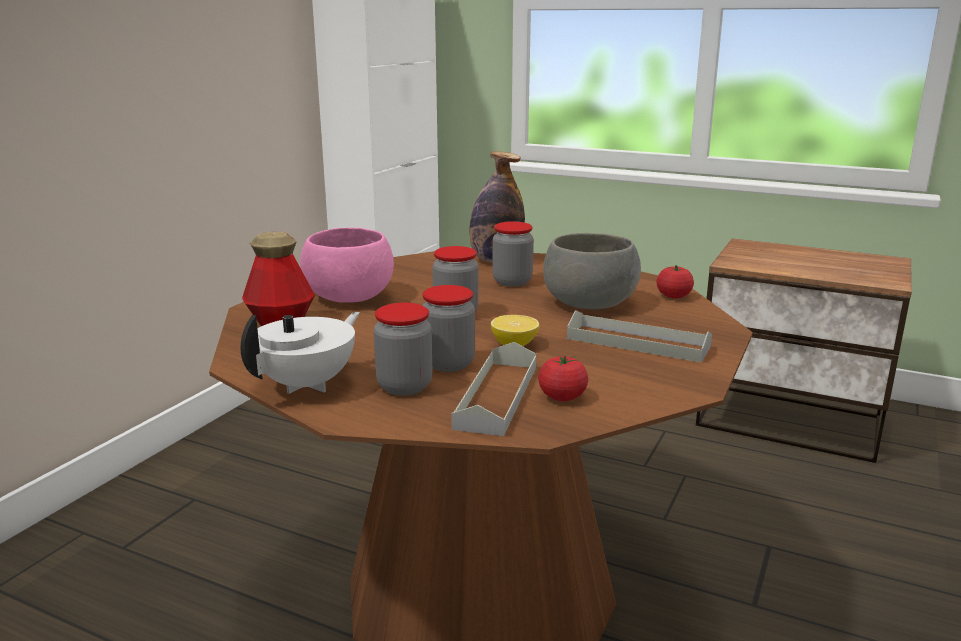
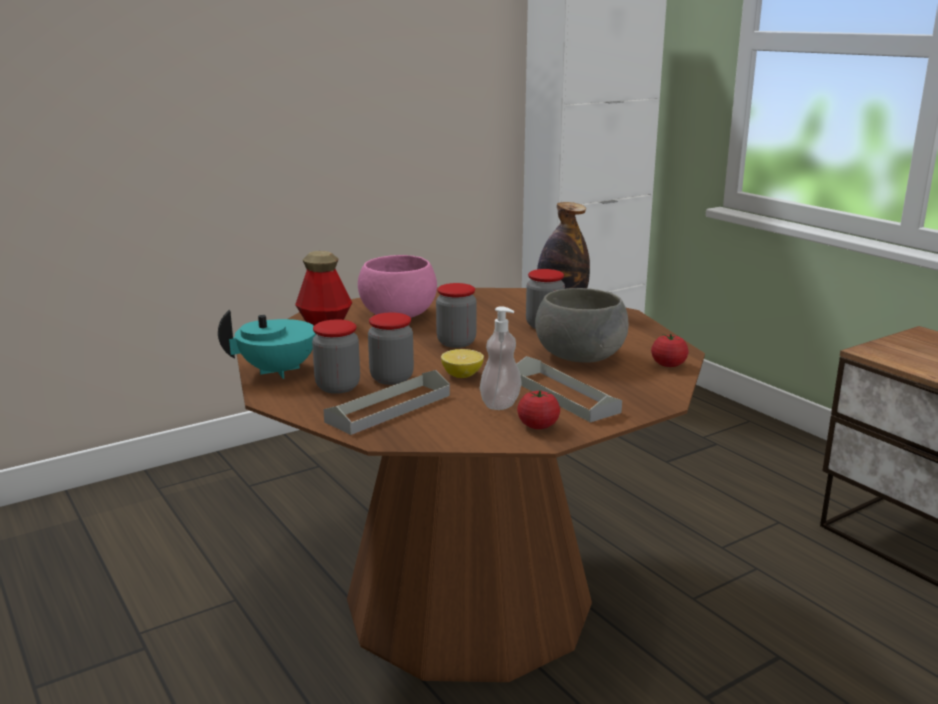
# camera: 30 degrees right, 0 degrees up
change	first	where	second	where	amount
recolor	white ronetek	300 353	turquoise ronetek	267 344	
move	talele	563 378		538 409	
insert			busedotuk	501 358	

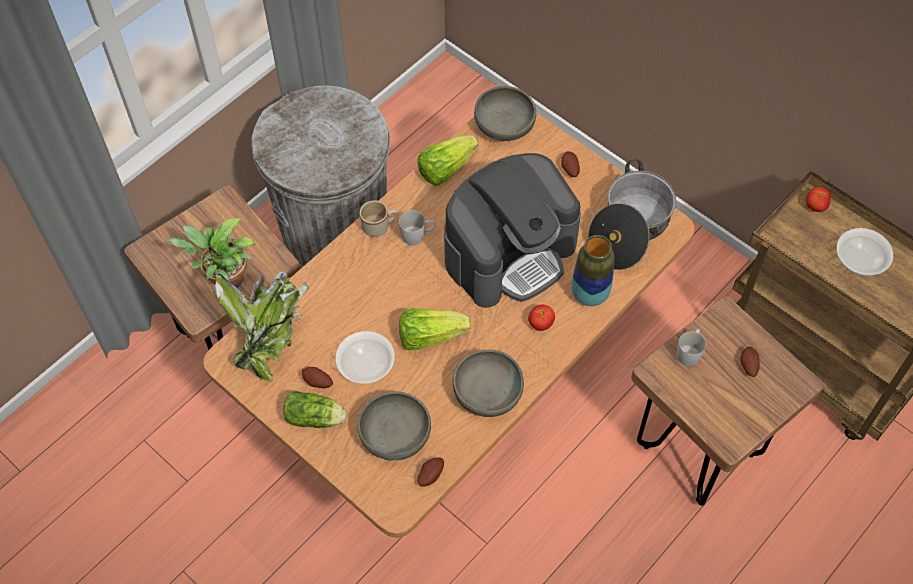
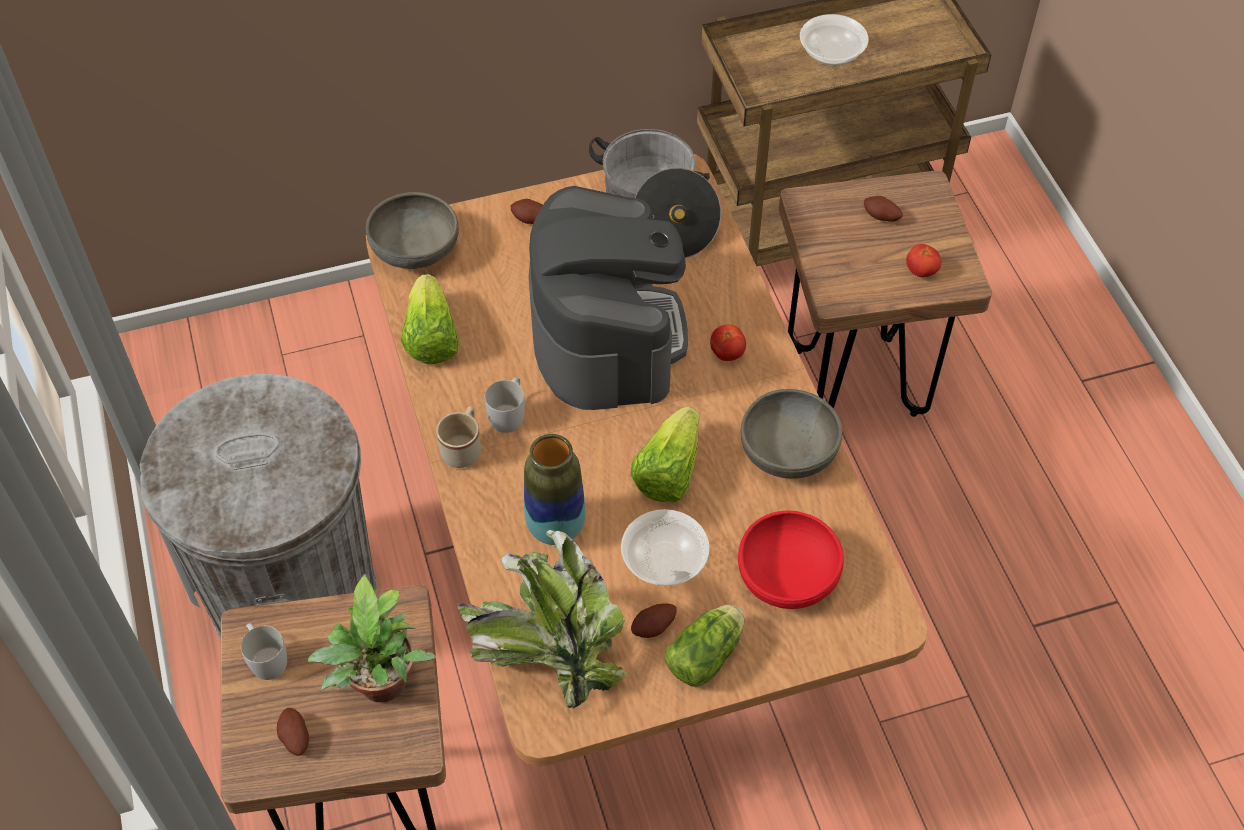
# camera: 60 degrees left, 5 degrees down
change	first	where	second	where	amount
recolor	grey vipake	394 426	red vipake	791 560	
move	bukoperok	431 472		293 732	
move	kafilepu	593 270		554 489	
move	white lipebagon	691 347		264 651	
move	talele	818 199		924 260	

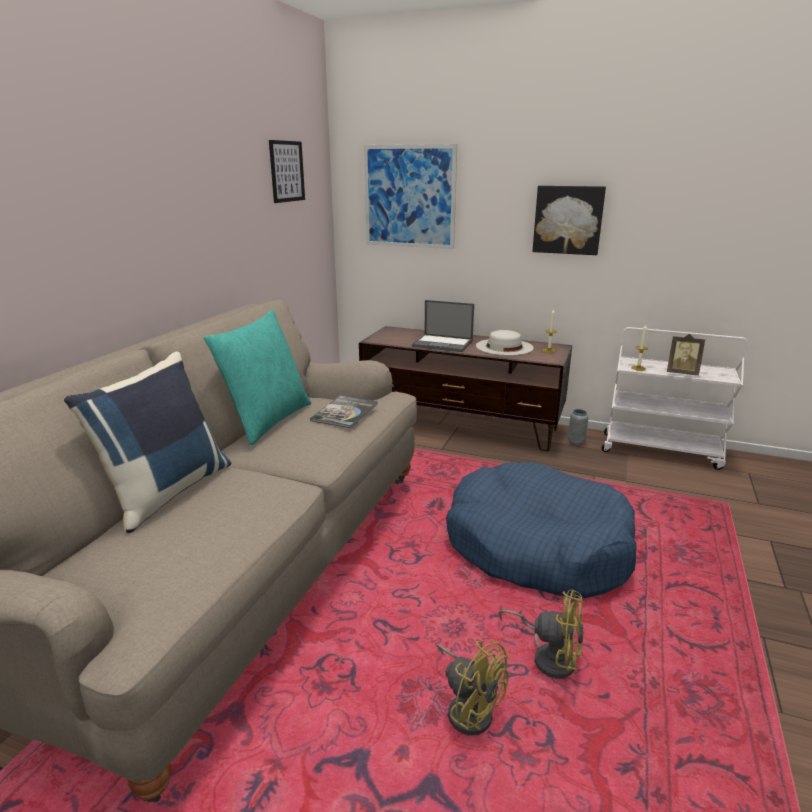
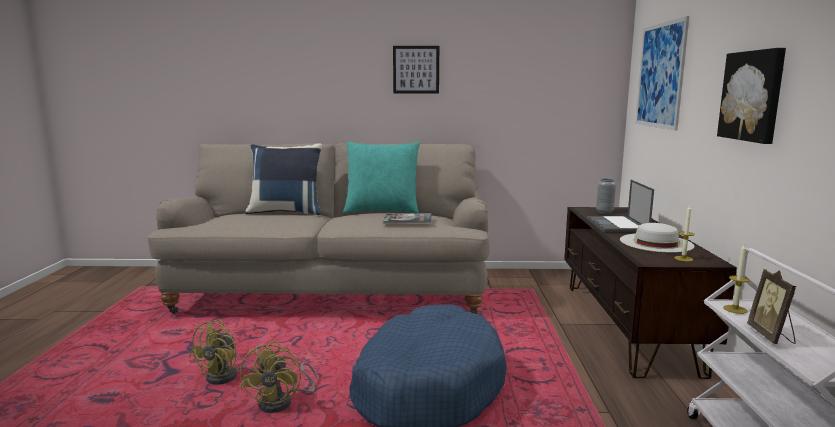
# camera: 70 degrees right, 10 degrees down
change	first	where	second	where	amount
move	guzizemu	287 171		416 69	
move	grey kafilepu	578 427		606 196	

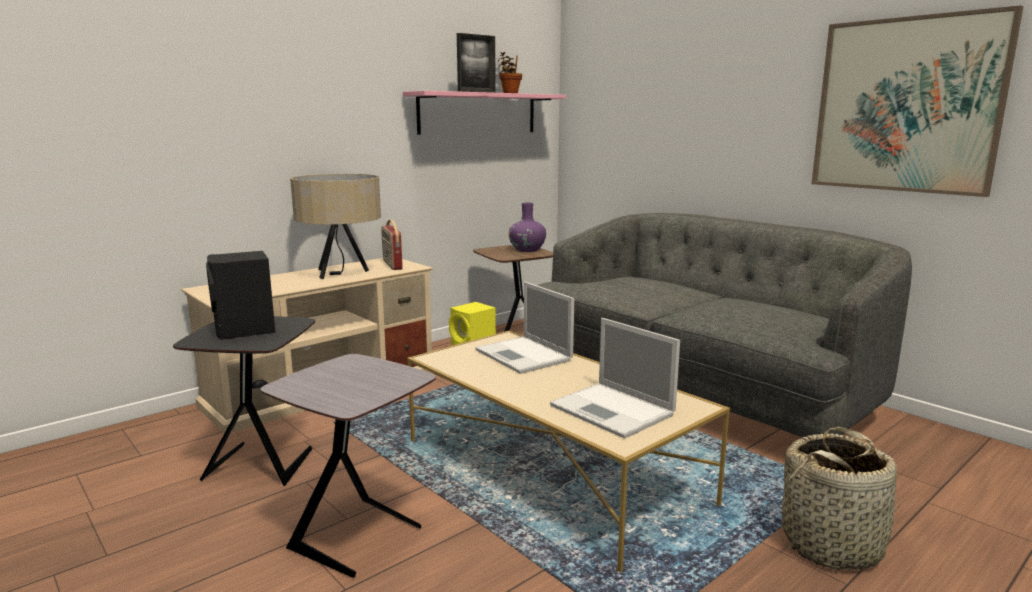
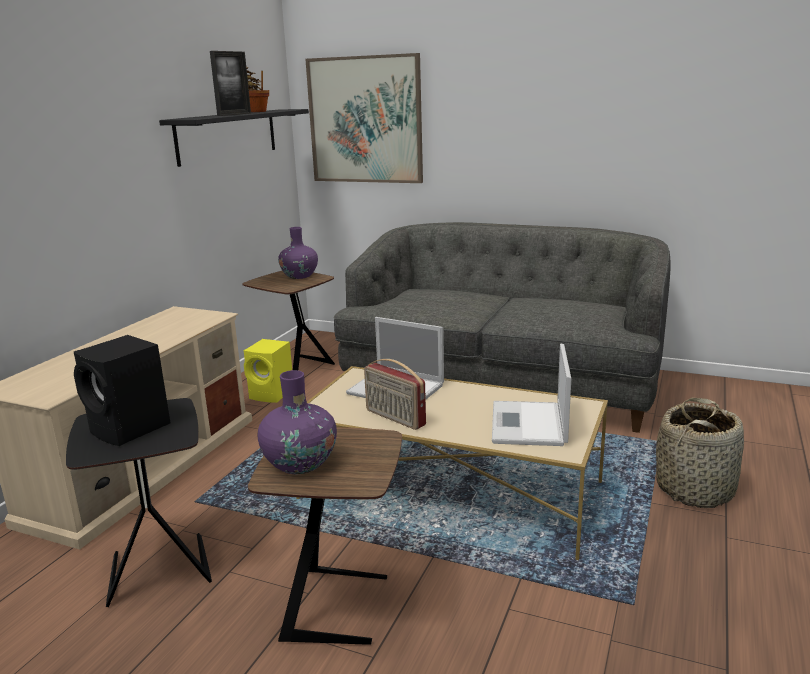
# camera: 25 degrees left, 5 degrees up
change	first	where	second	where	amount
recolor	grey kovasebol	348 466	brown kovasebol	325 536	
delete	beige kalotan	335 226			
move	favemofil	392 245		395 394	
recolor	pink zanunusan	484 113	black zanunusan	234 138	
rotate	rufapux	615 378		531 394	75 degrees clockwise
move	guzizemu	917 101		364 118	
insert			purple kafilepu	297 422	

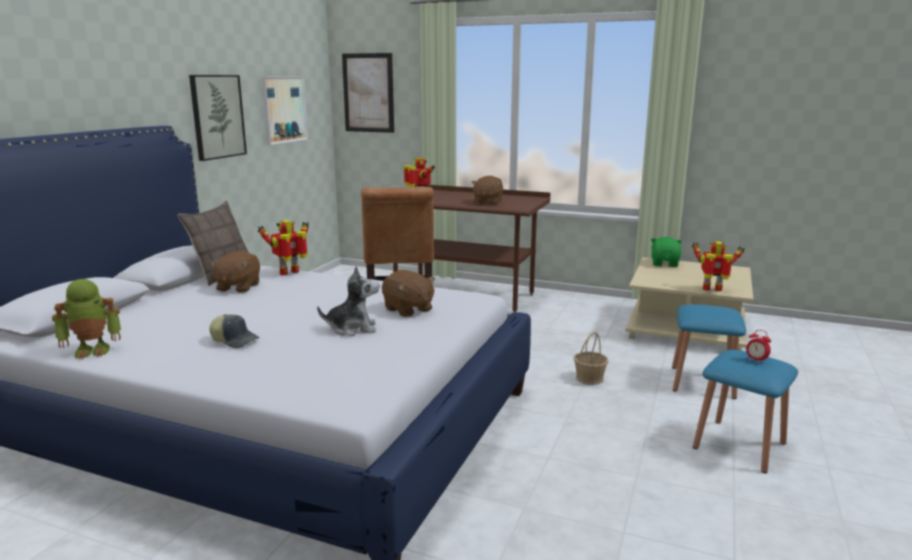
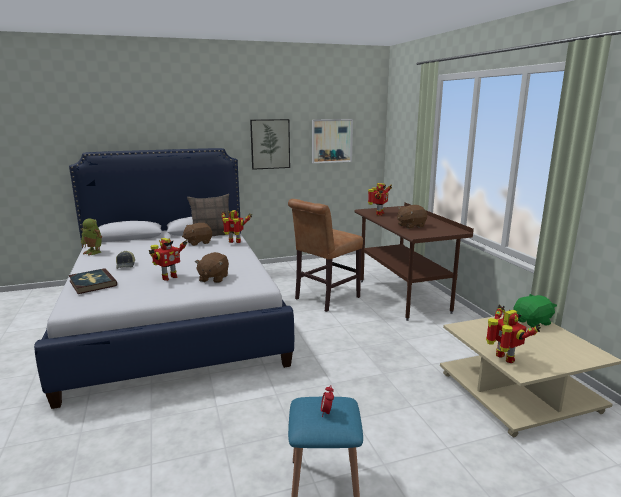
# camera: 50 degrees right, 0 degrees up
change	first	where	second	where	amount
replace	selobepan	348 301	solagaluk	168 259	
delete	guzizemu	368 93			
delete	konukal	591 358			
delete	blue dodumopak	709 351			
insert			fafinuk	93 281	

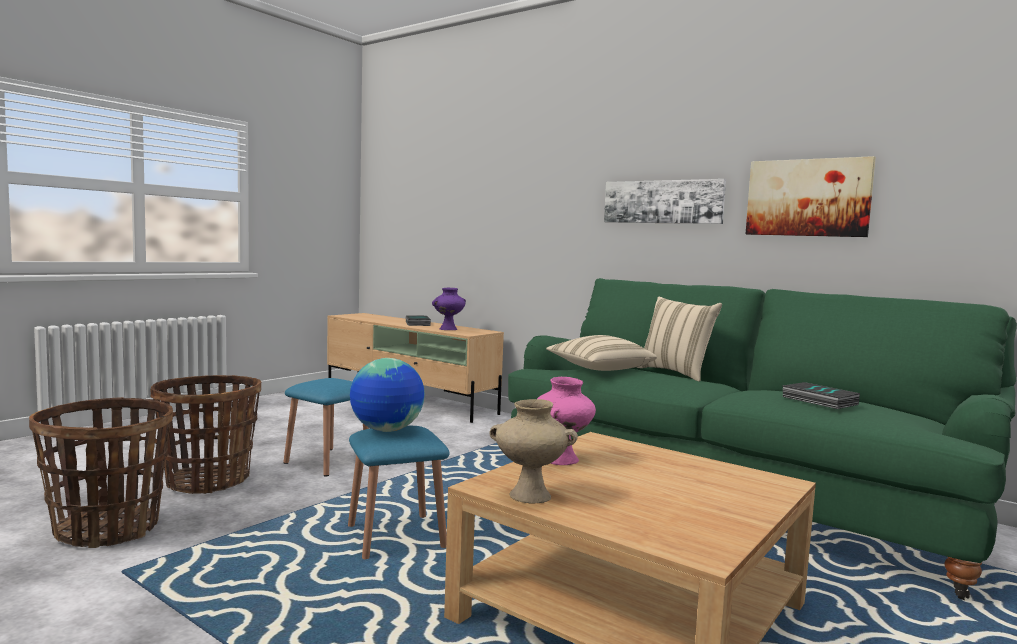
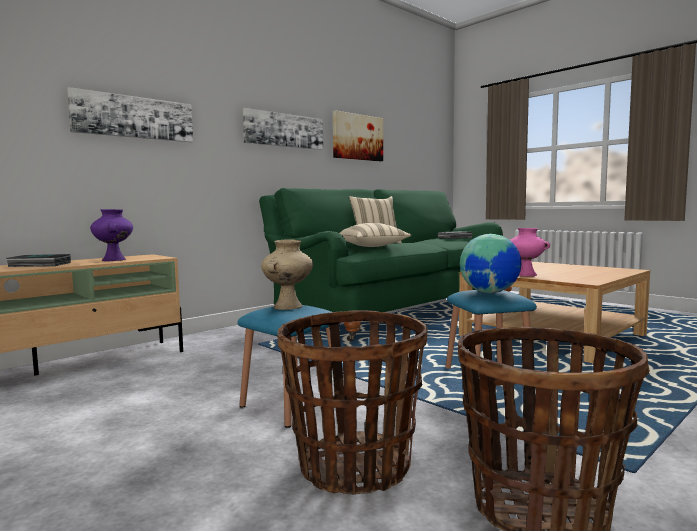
# camera: 80 degrees left, 0 degrees up
change	first	where	second	where	amount
move	beige kafilepu	533 451		287 275	
insert			guzizemu	130 114	

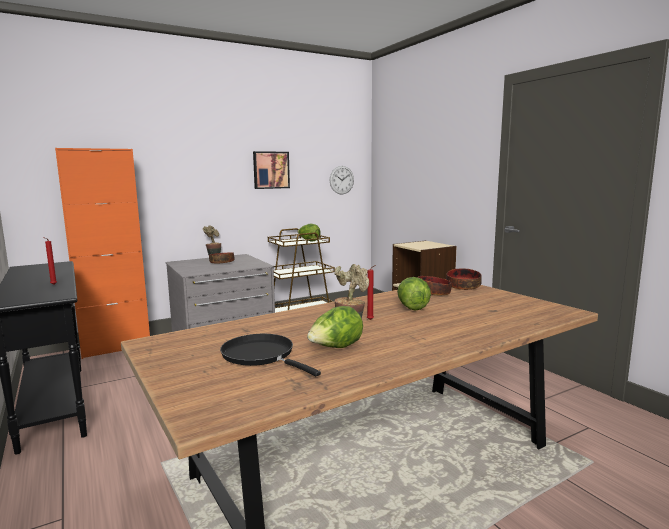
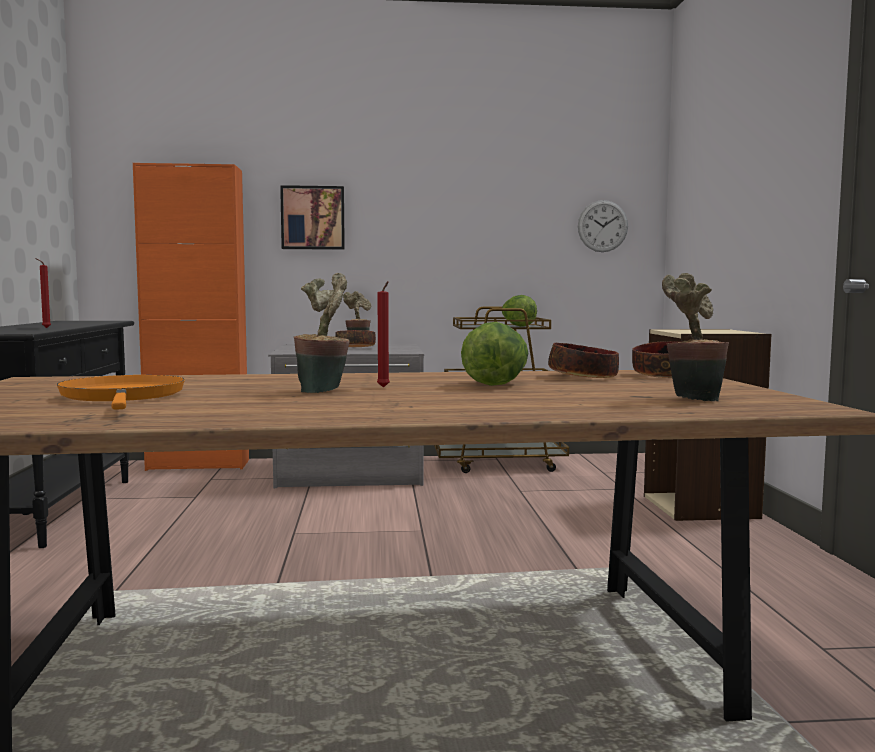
# camera: 25 degrees right, 5 degrees down
change	first	where	second	where	amount
recolor	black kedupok	270 355	orange kedupok	121 392	
move	guzizemu	271 170		312 217	
delete	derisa	335 327			
insert			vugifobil	695 337	

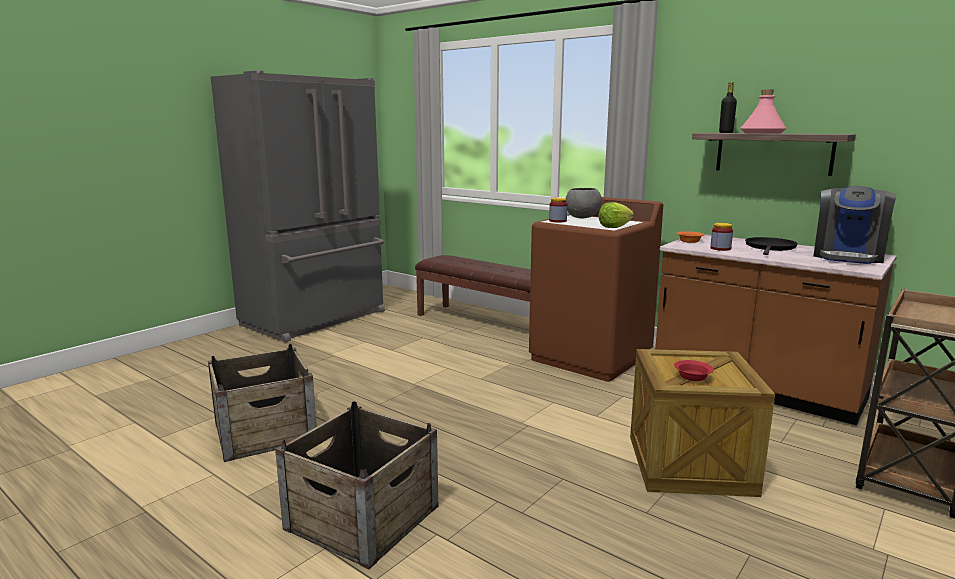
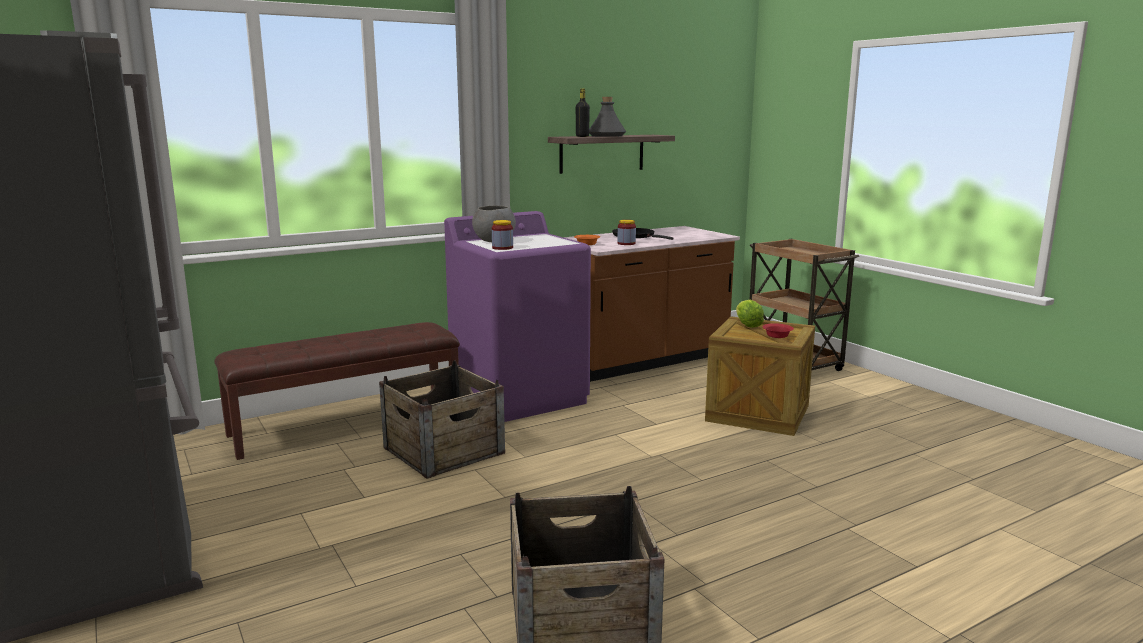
# camera: 70 degrees left, 0 degrees up
change	first	where	second	where	amount
move	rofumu	356 485		442 419	
recolor	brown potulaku	596 289	purple potulaku	517 316	
move	derisa	616 215		750 314	
recolor	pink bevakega	763 112	grey bevakega	607 117	
delete	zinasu	855 225			

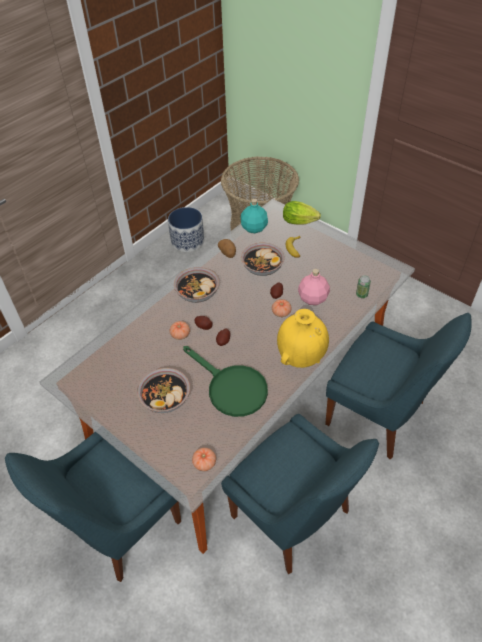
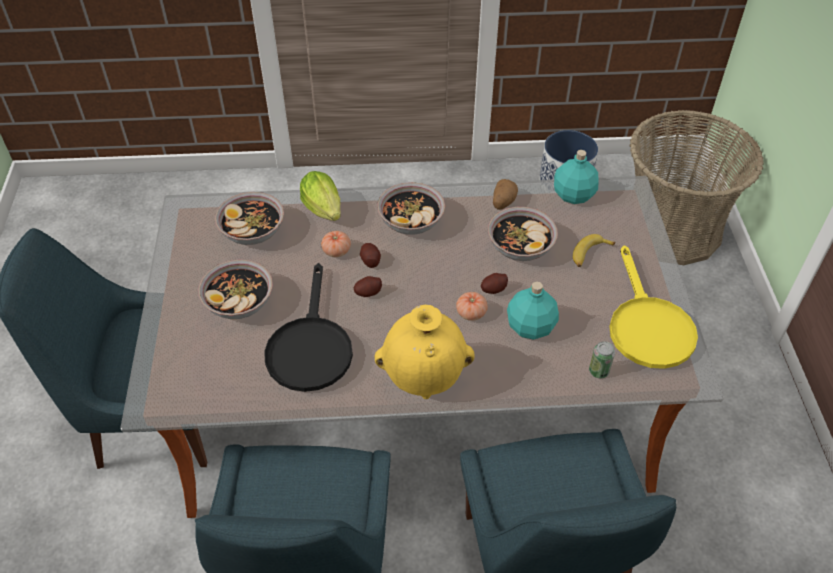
# camera: 45 degrees right, 0 degrees up
change	first	where	second	where	amount
recolor	green kedupok	225 381	black kedupok	308 327	
delete	talele	204 459			
move	derisa	302 213		320 196	
recolor	pink bevakega	314 287	turquoise bevakega	533 311	
insert			vipake	249 218	
insert			yellow kedupok	653 307	

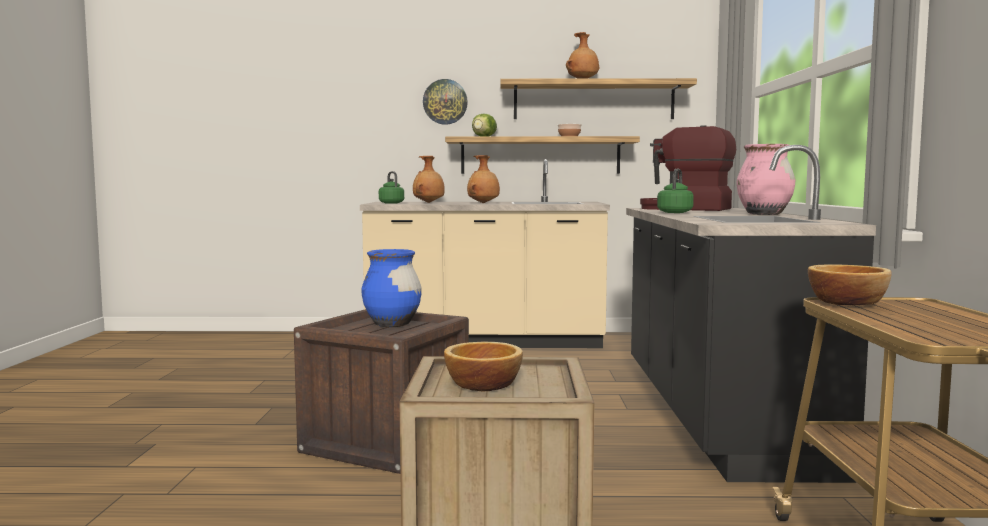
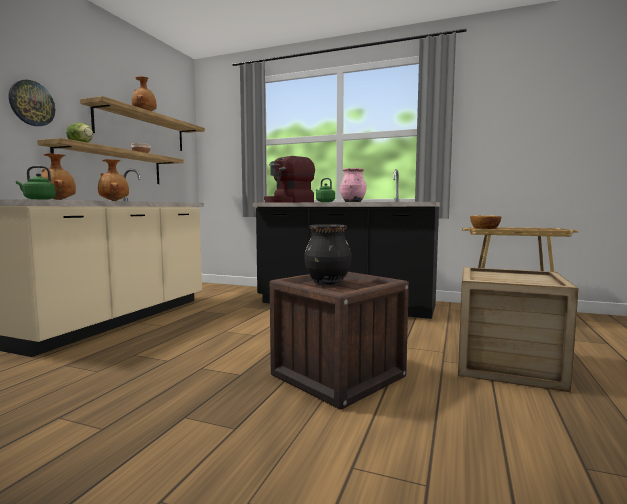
# camera: 70 degrees left, 0 degrees up
change	first	where	second	where	amount
recolor	blue kafilepu	392 288	black kafilepu	328 255	
delete	vipake	483 366			

